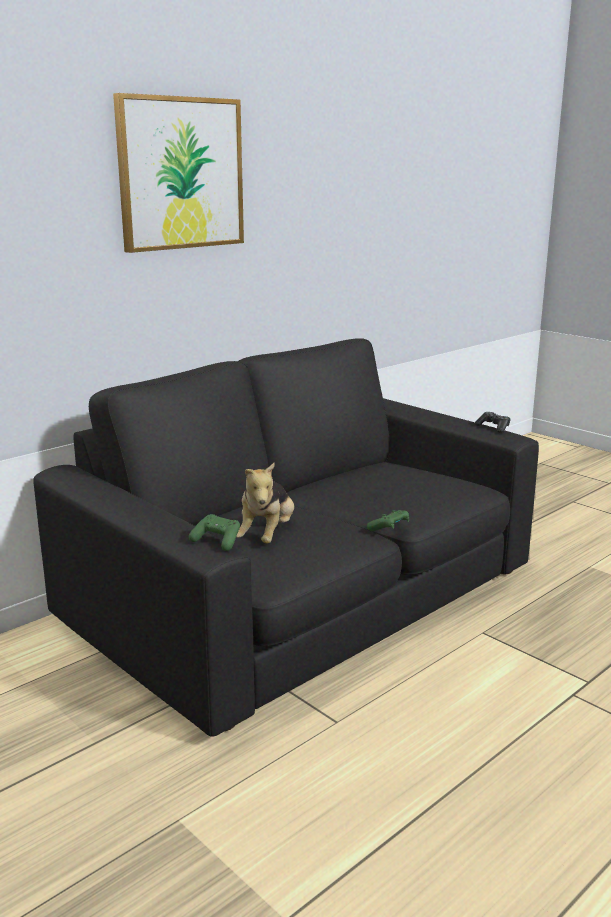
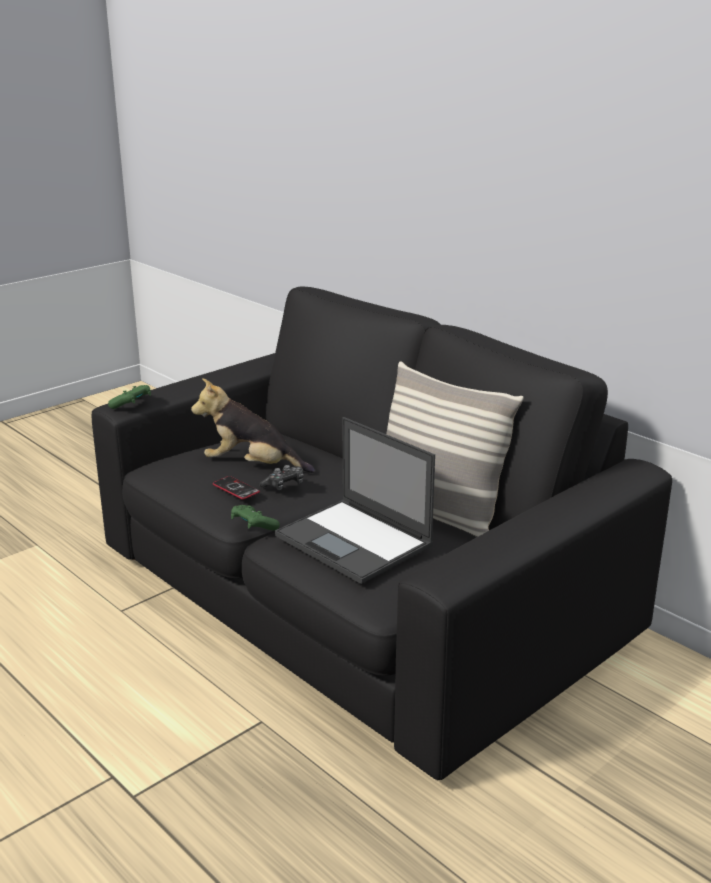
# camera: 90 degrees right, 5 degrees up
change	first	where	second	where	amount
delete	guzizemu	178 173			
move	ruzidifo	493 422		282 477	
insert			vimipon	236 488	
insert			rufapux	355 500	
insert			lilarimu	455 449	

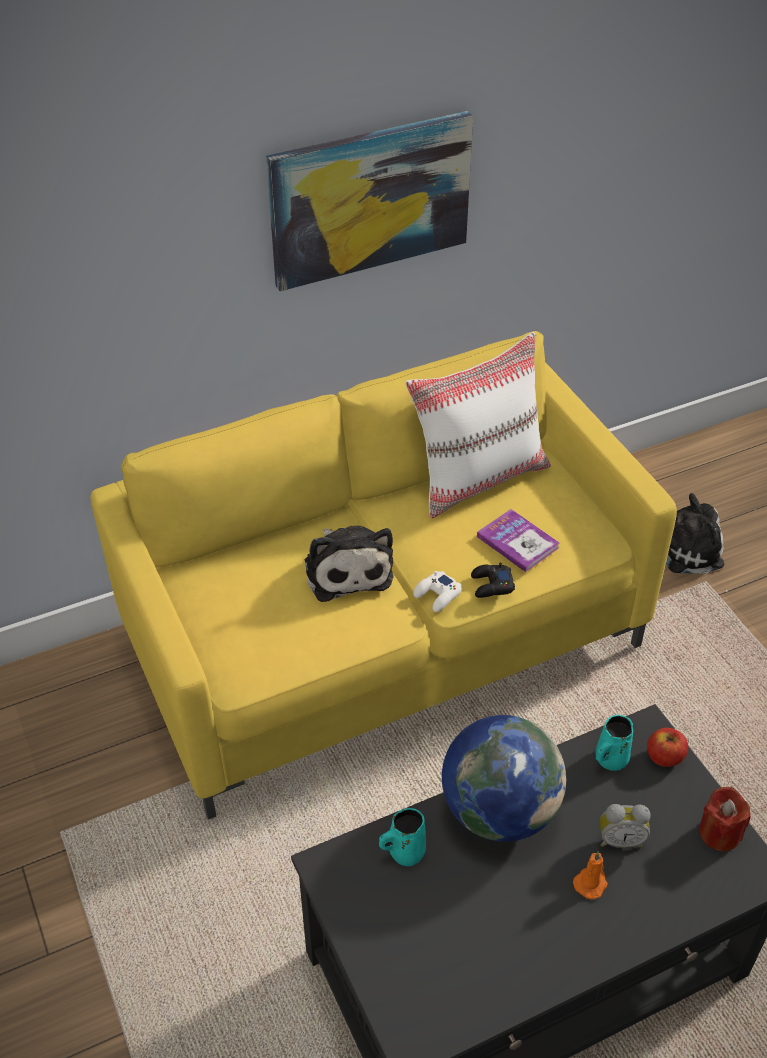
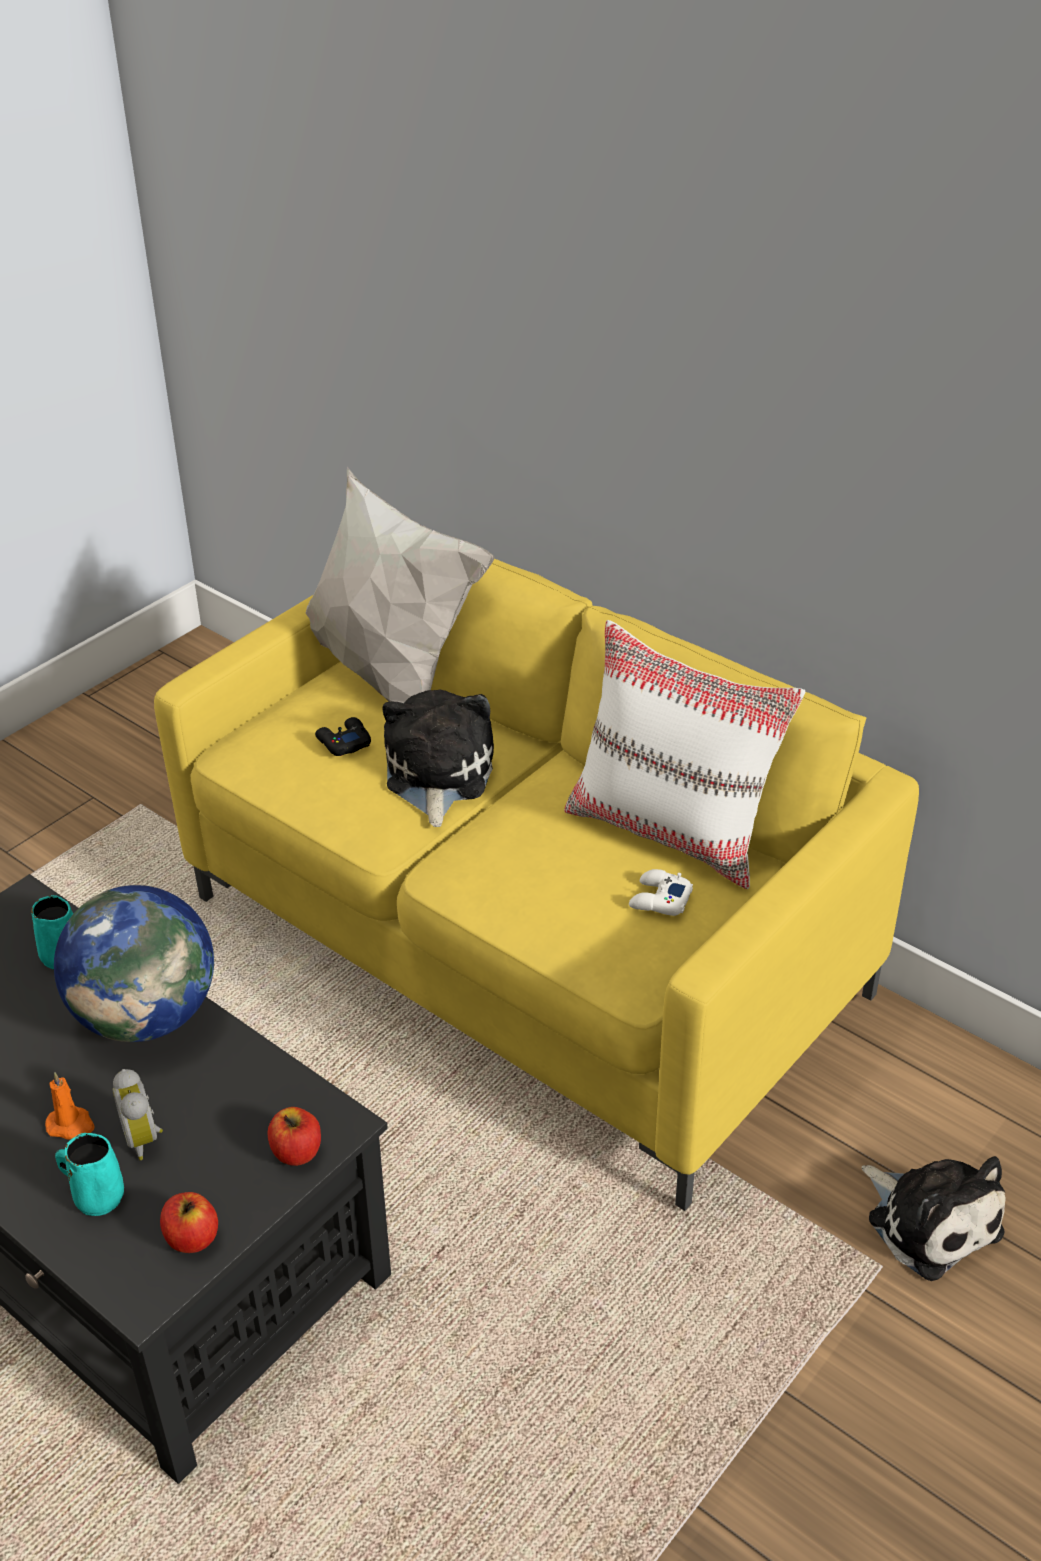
# camera: 65 degrees right, 5 degrees down
change	first	where	second	where	amount
delete	guzizemu	369 201			
rotate	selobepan	349 564		438 758	135 degrees clockwise
move	white ruzidifo	437 591		661 892	
move	black ruzidifo	493 580		343 736	
delete	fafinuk	518 540			
move	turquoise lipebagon	614 743		89 1174	
replace	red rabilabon	725 819	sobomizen	189 1222	
insert			white lilarimu	400 585	

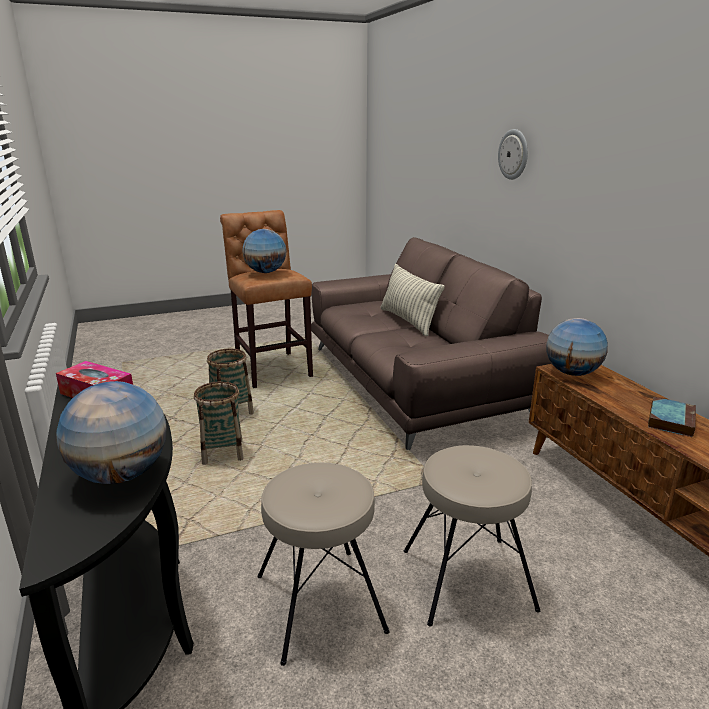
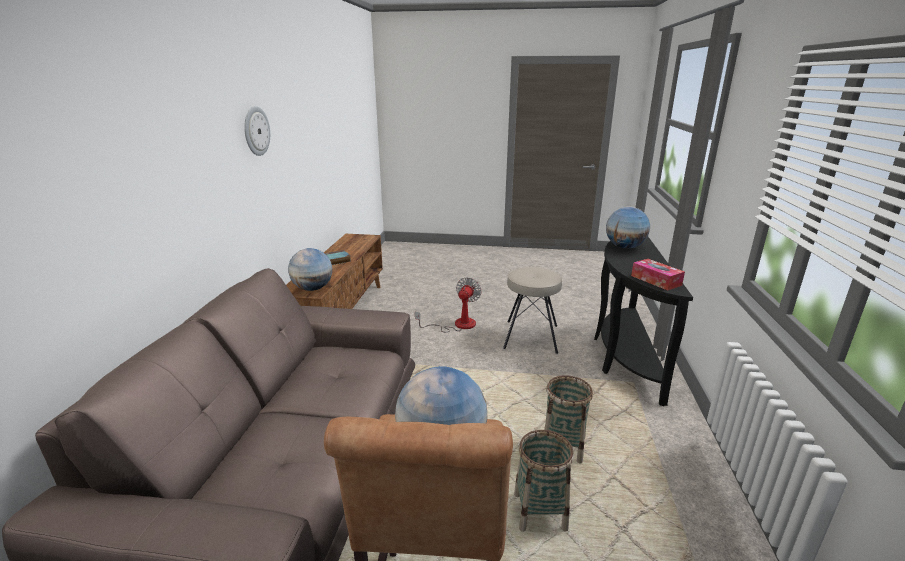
# camera: 150 degrees left, 0 degrees up
change	first	where	second	where	amount
delete	lilarimu	412 300			
replace	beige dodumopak	472 535	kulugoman	448 304	
move	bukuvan	513 154		257 131	

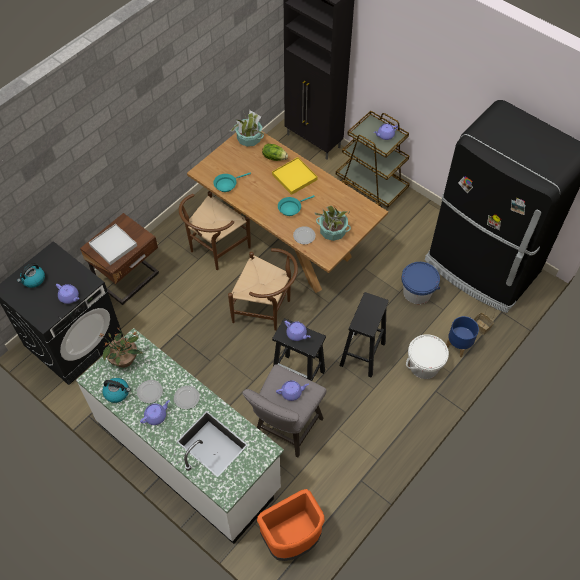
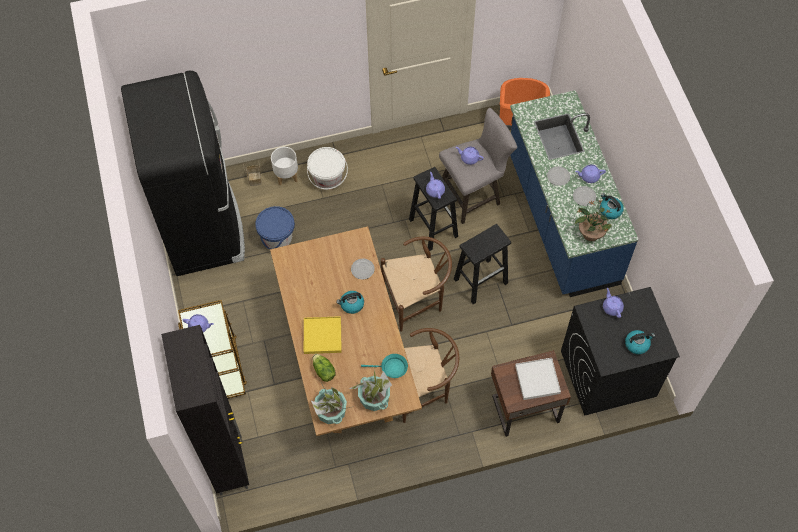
# camera: 145 degrees left, 5 degrees up
change	first	where	second	where	amount
recolor	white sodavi	180 436	blue sodavi	574 193	
rotate	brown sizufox	263 289		416 284	105 degrees clockwise
replace	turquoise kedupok	296 205	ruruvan	350 302	
move	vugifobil	332 223		370 390	
move	black dodumopak	364 335		482 264	
recolor	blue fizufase	462 336	white fizufase	284 166	

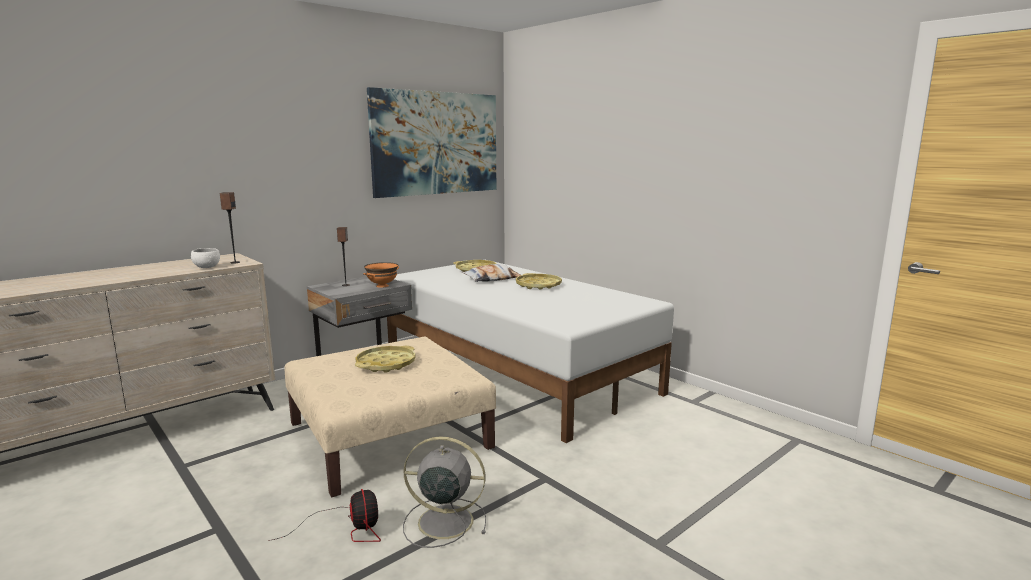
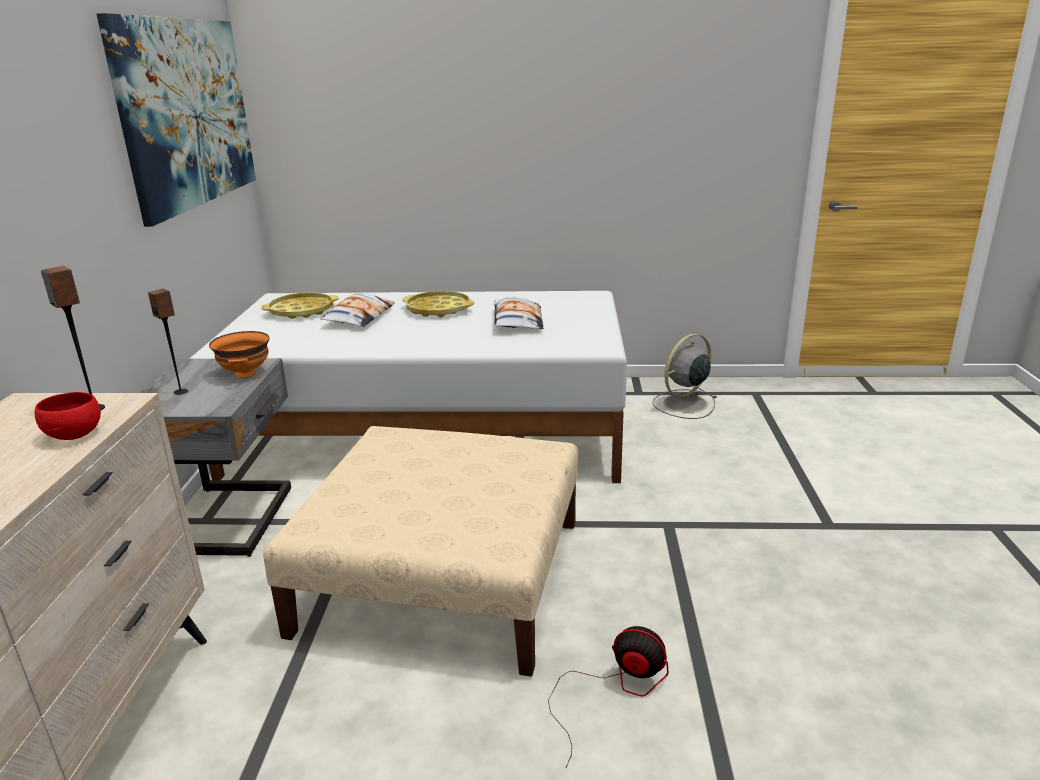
# camera: 45 degrees left, 10 degrees up
change	first	where	second	where	amount
recolor	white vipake	205 258	red vipake	68 416	
delete	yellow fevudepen	385 359			
move	grey kulugoman	444 492		684 376	
insert			lilarimu	519 312	

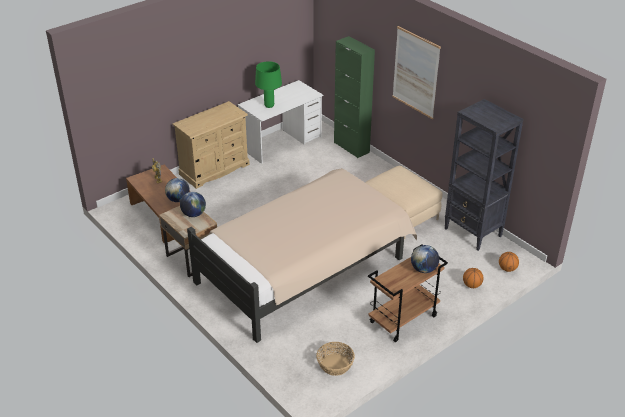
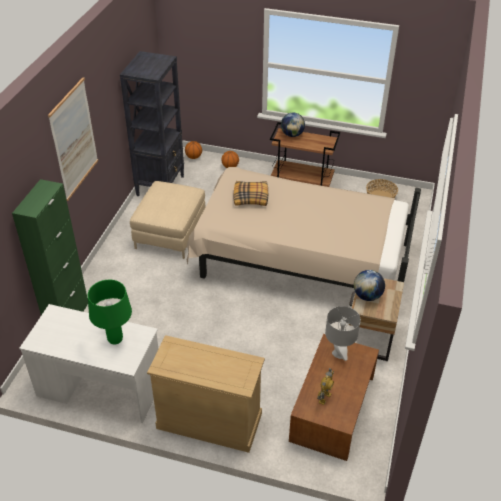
# camera: 125 degrees left, 5 degrees up
change	first	where	second	where	amount
replace	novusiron	177 190	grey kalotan	343 333	
insert			lilarimu	251 193	

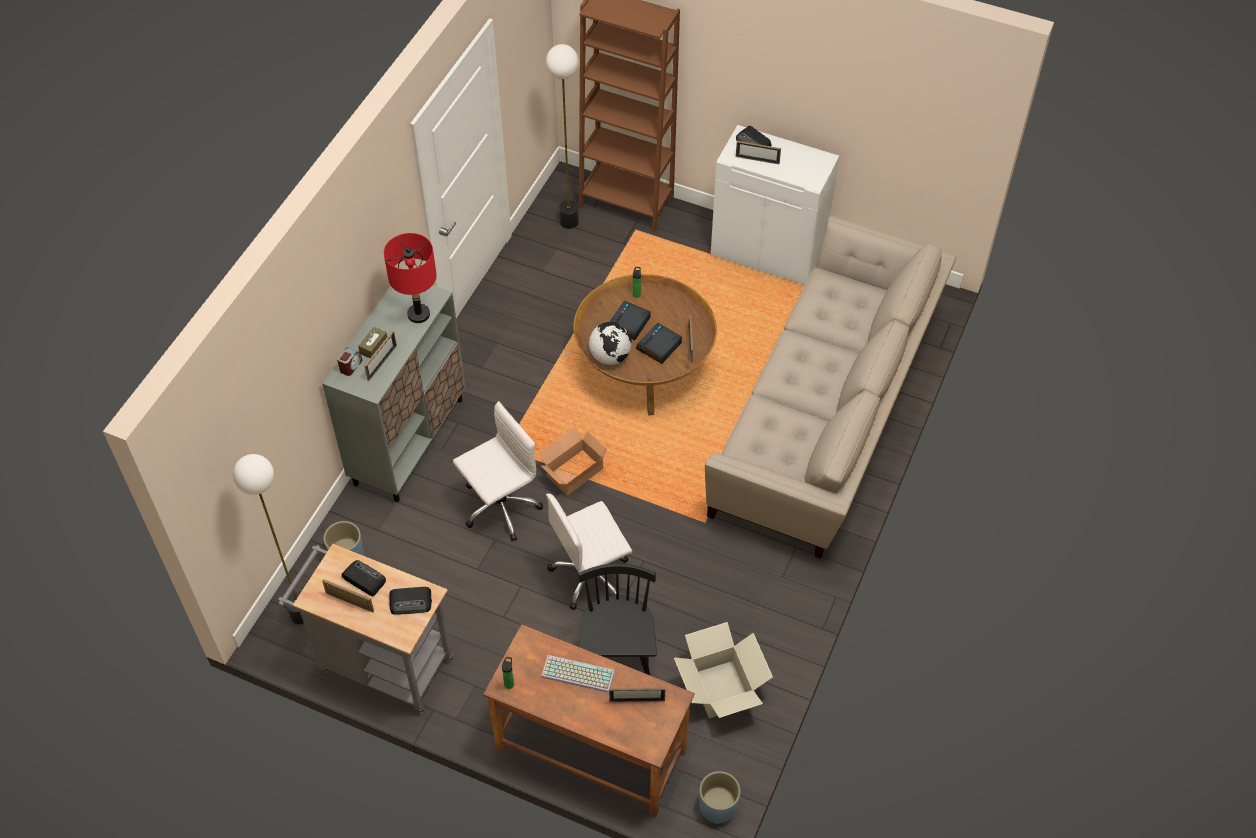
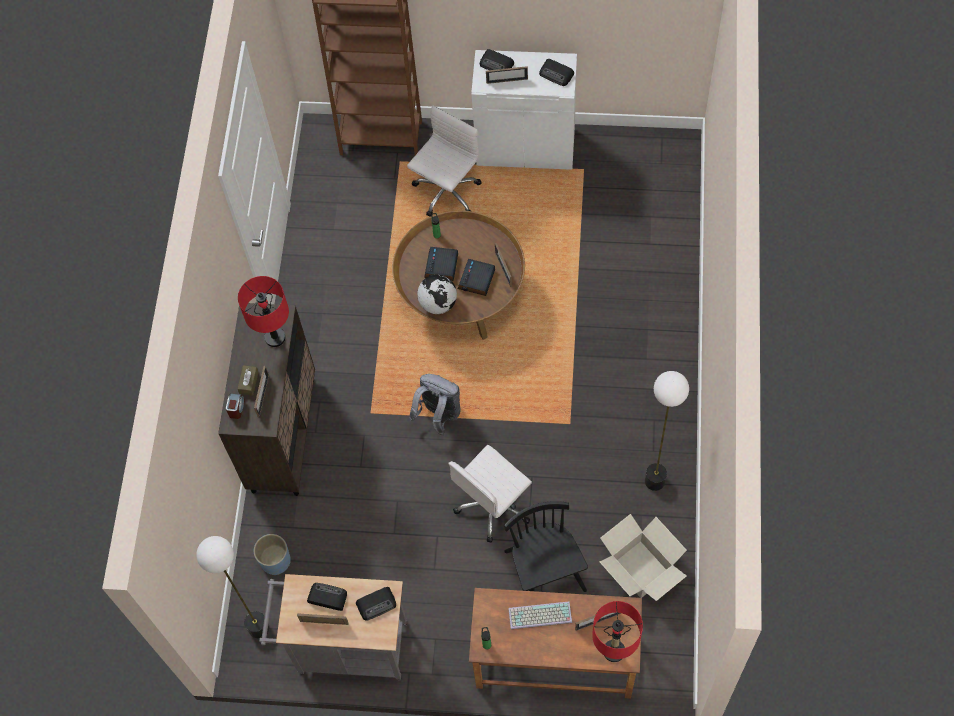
# camera: 15 degrees left, 10 degrees up
change	first	where	second	where	amount
recolor	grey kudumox	394 393	brown kudumox	266 399	
move	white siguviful	498 471		444 161	
replace	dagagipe	573 461	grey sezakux	435 405	
move	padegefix	562 136		667 431	
delete	blue fizufase	719 797			
delete	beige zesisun	831 387			
insert			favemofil	556 72	
insert			red kalotan	617 631	

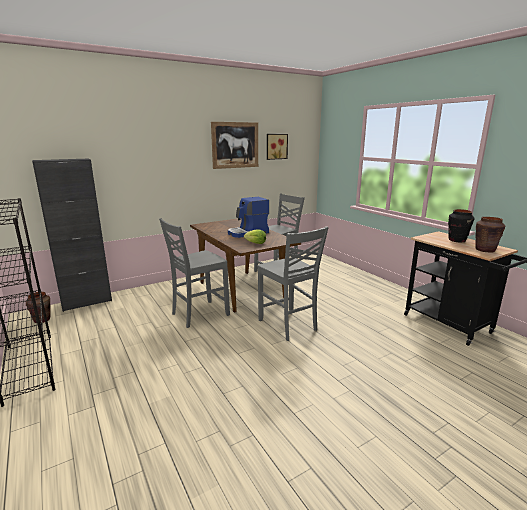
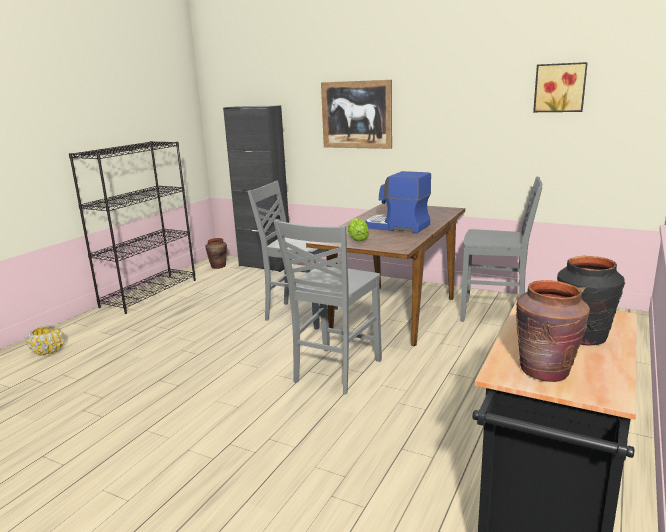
# camera: 60 degrees right, 0 degrees up
change	first	where	second	where	amount
move	guzizemu	234 145		356 114	
insert			yellow fizufase	45 340	

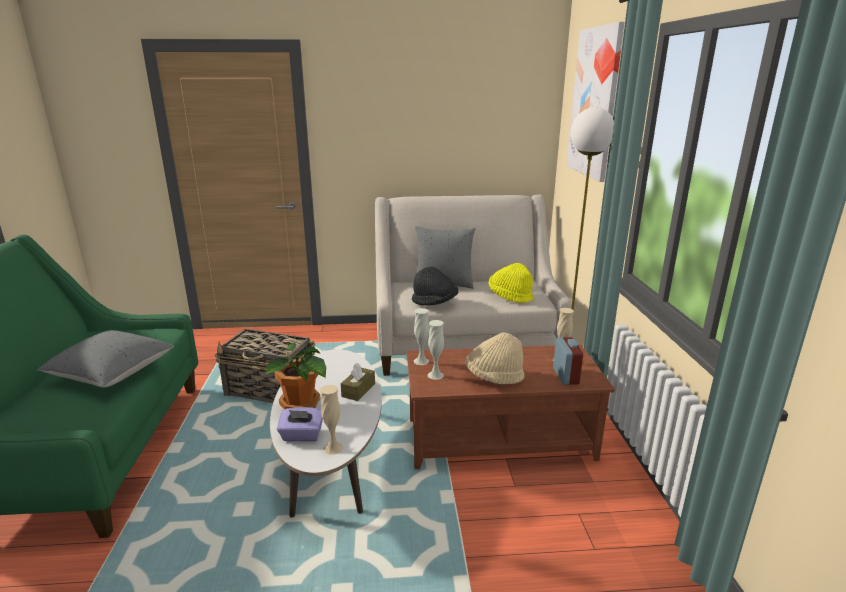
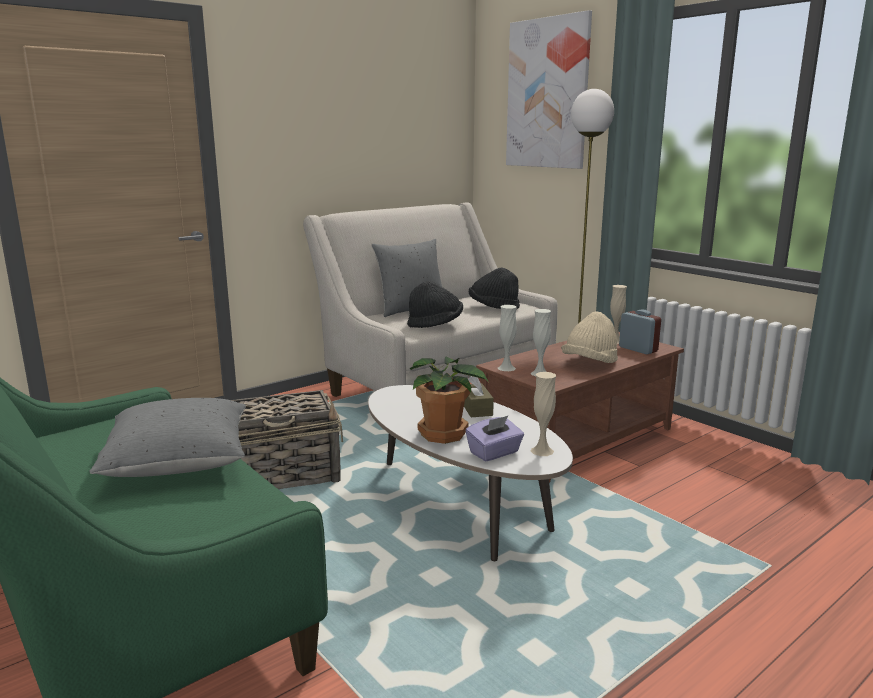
# camera: 35 degrees left, 5 degrees down
change	first	where	second	where	amount
recolor	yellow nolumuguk	511 283	black nolumuguk	494 288	

